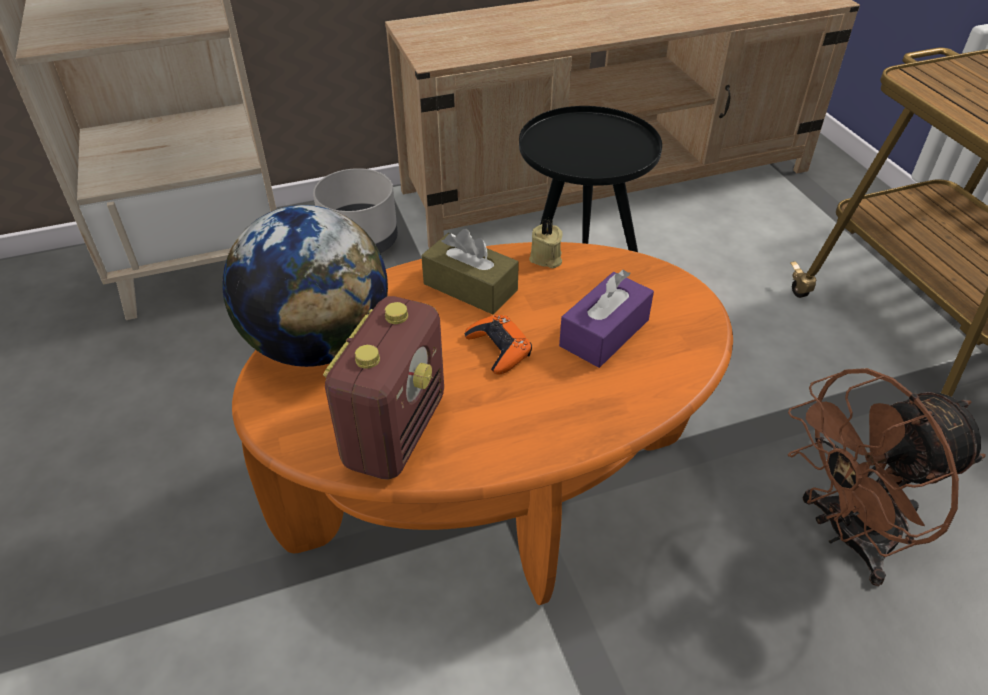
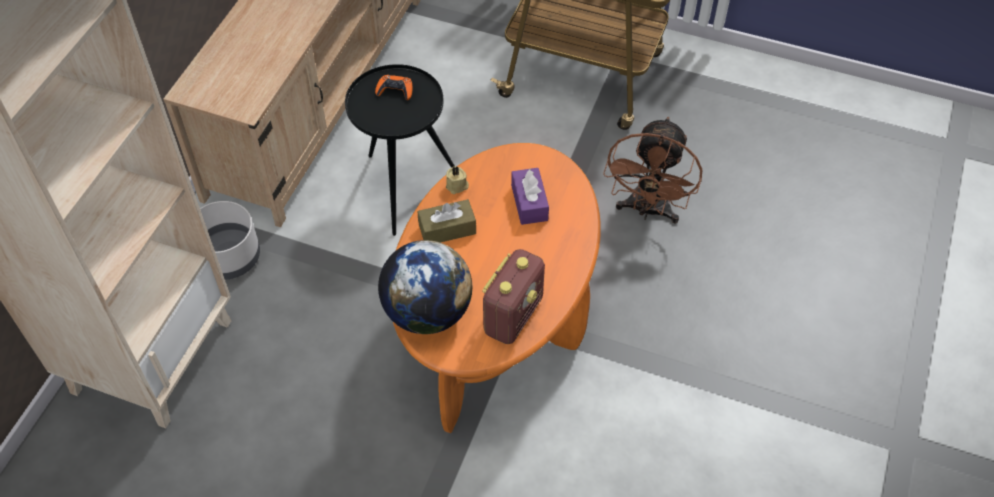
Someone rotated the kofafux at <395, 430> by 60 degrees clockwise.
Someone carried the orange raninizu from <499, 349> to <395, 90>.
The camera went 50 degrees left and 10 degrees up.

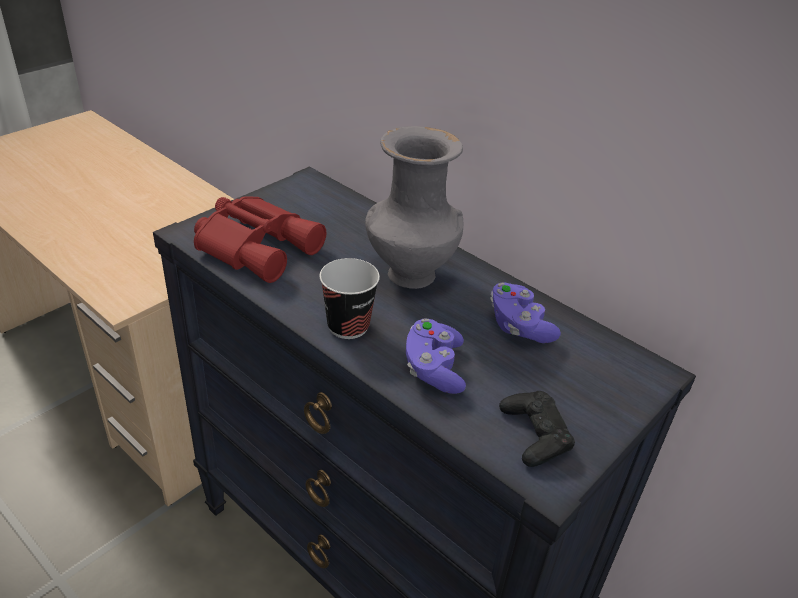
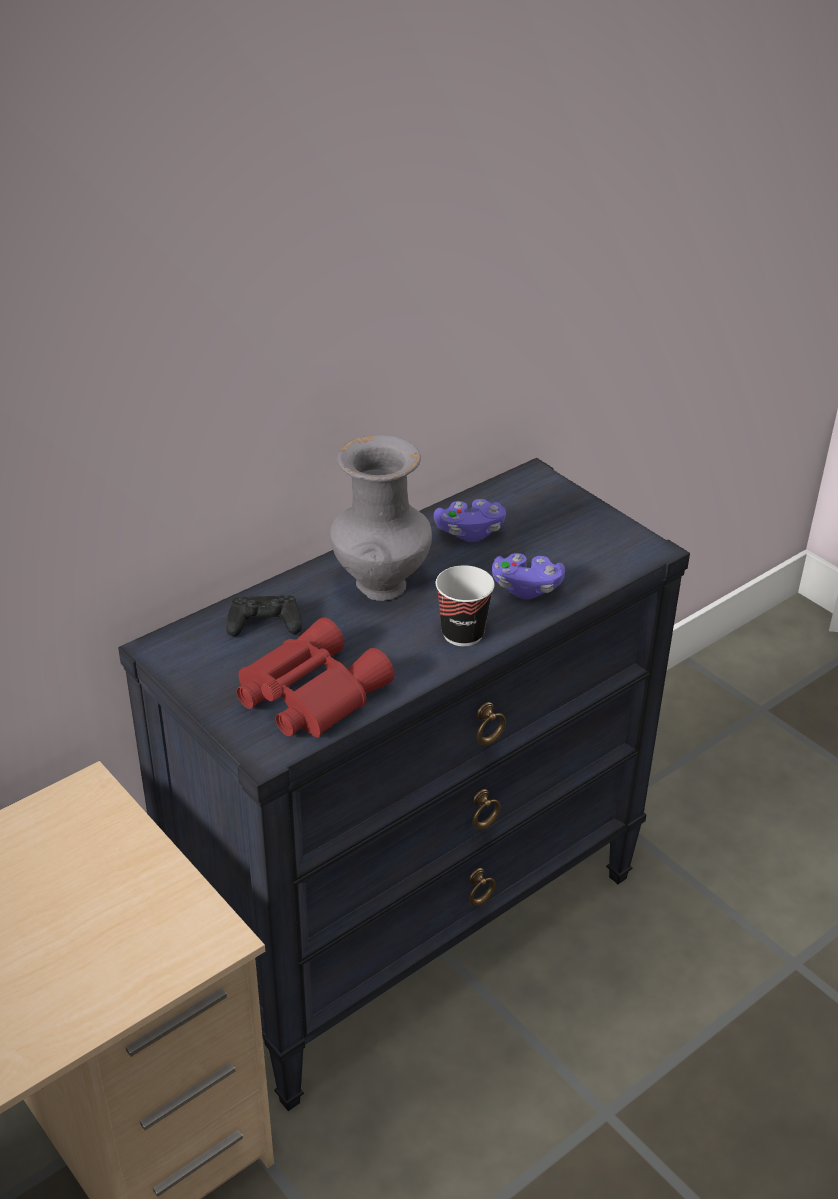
Someone carried the black raninizu from <535, 434> to <264, 623>.
The camera went 80 degrees left and 0 degrees up.

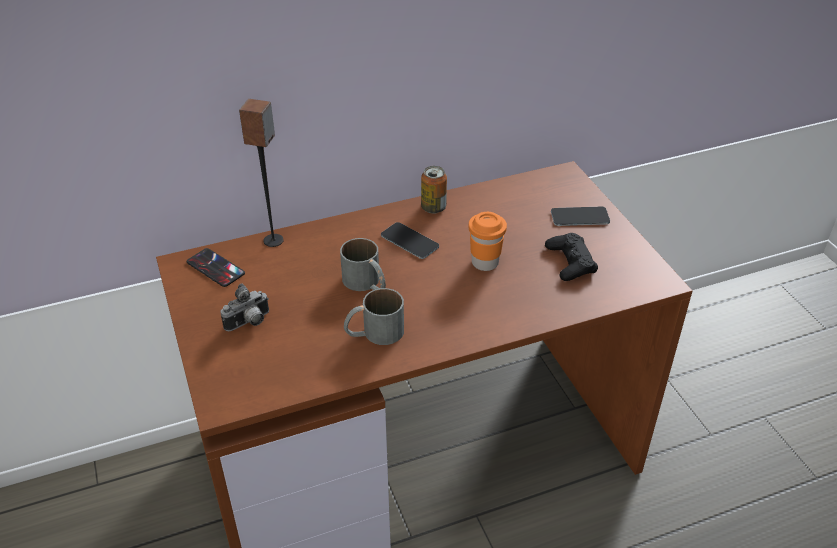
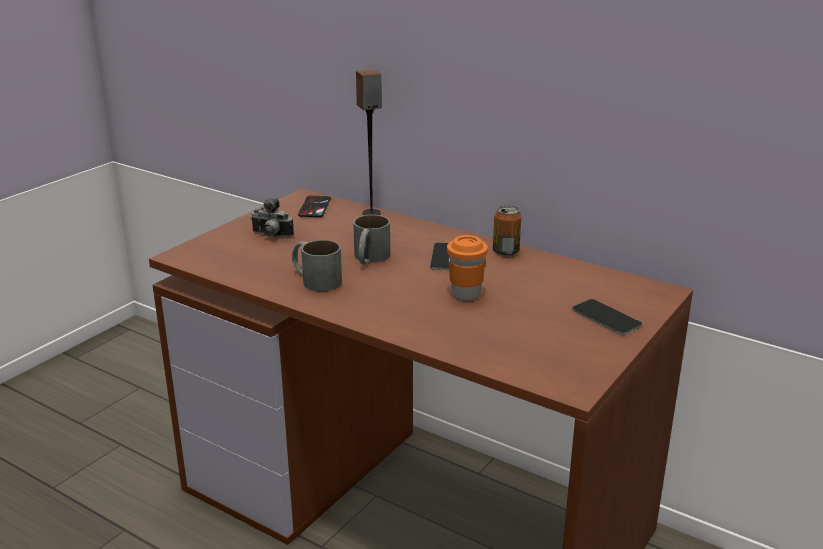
Someone took away the black raninizu at <570, 262>.
The camera went 55 degrees right and 15 degrees down.

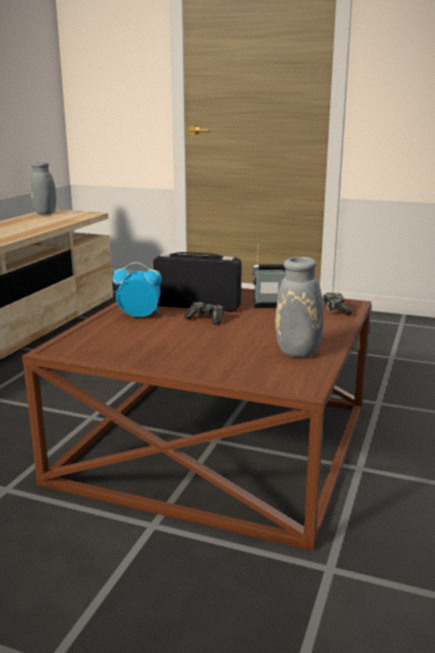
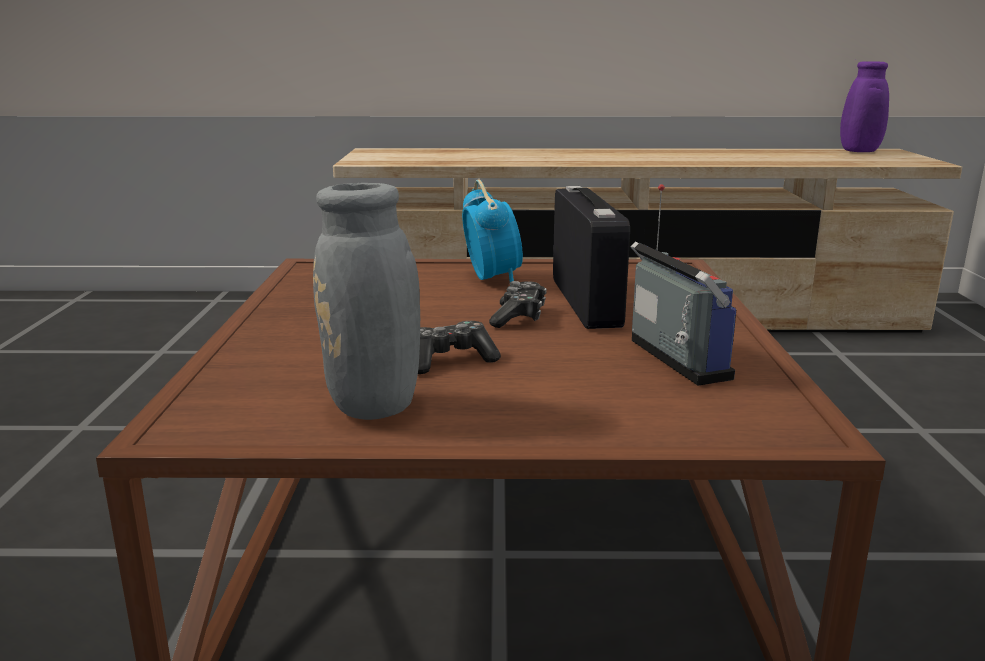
Someone repainted the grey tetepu at <45, 214>, which became the purple tetepu at <857, 152>.
Someone carried the raninizu from <335, 310> to <449, 360>.
The camera went 70 degrees right and 0 degrees up.

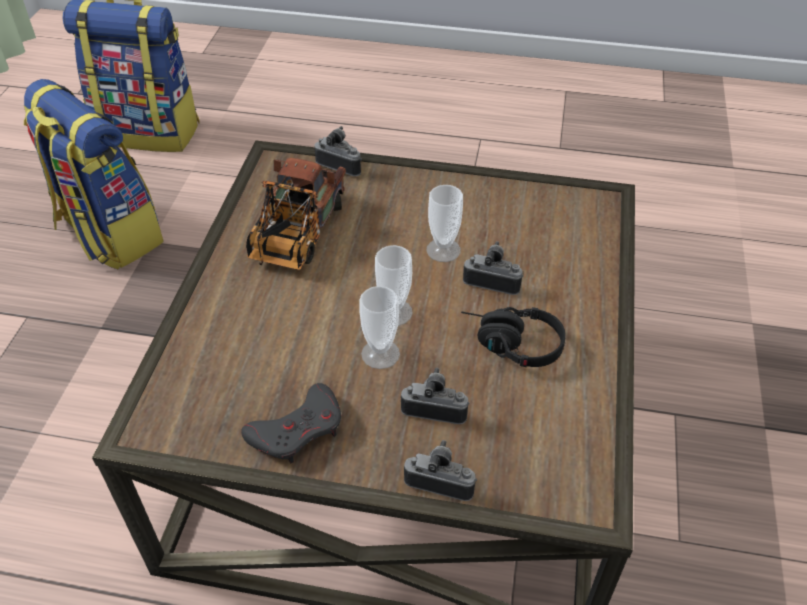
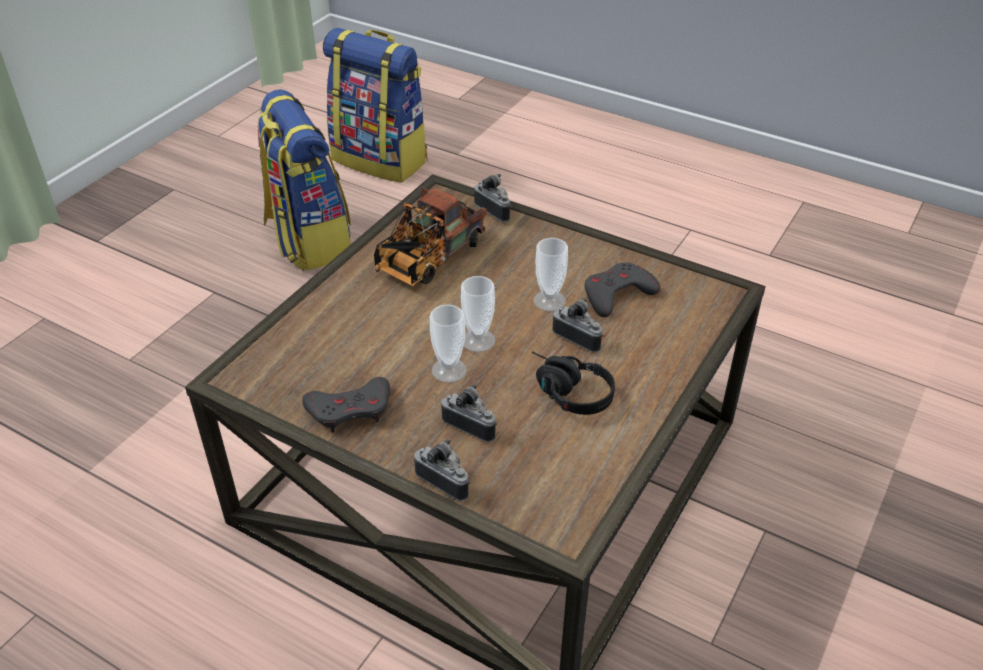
Someone put down the grey raninizu at <617, 294>.
The camera went 20 degrees right and 5 degrees down.

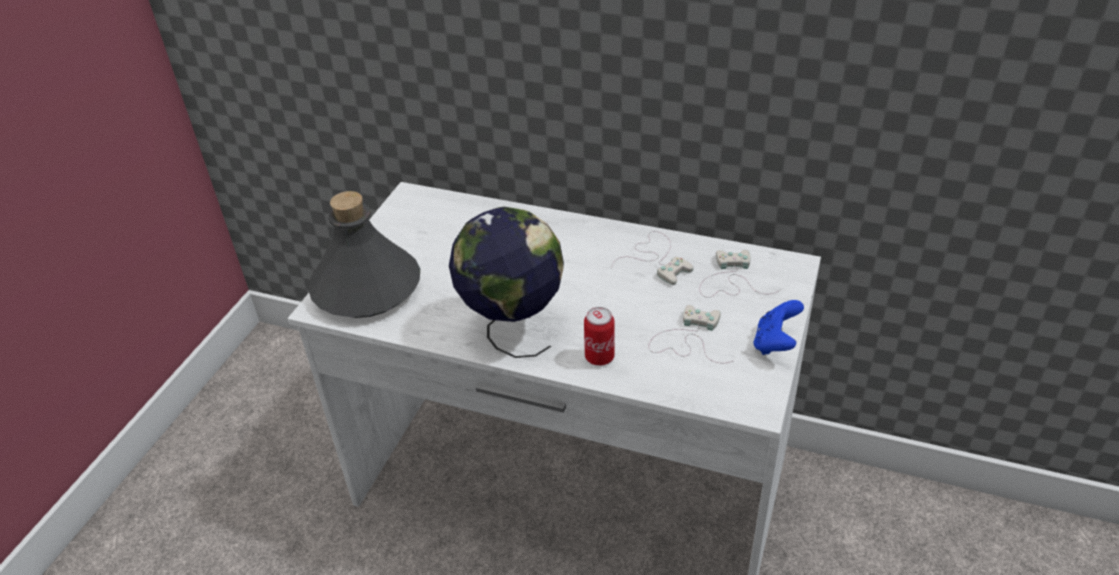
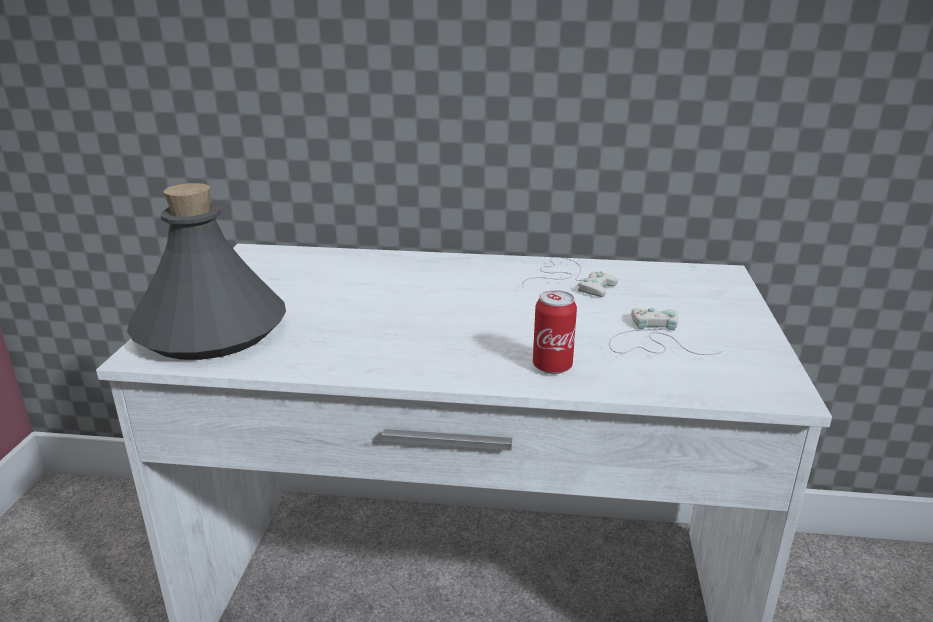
Someone took away the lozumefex at <513, 328>.
Someone took away the white raninizu at <730, 280>.
Someone took away the blue raninizu at <775, 343>.
The camera went 15 degrees left and 15 degrees down.

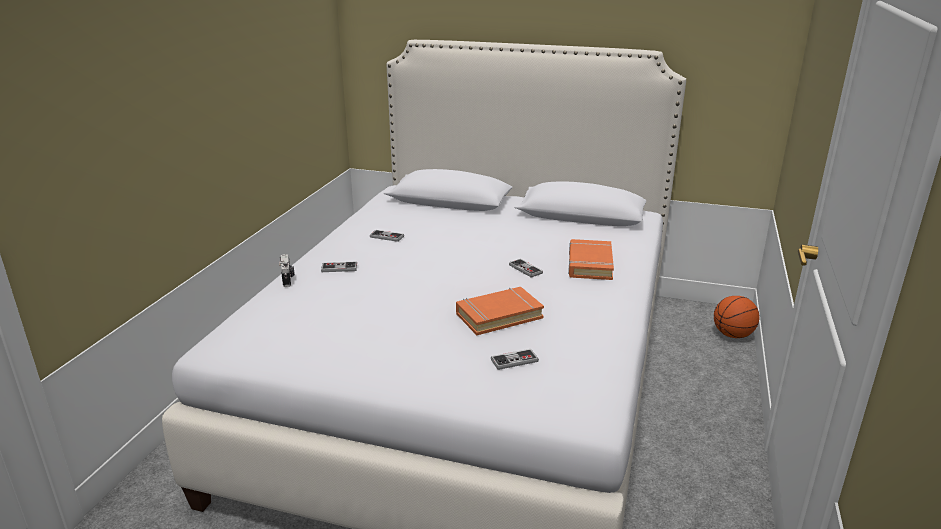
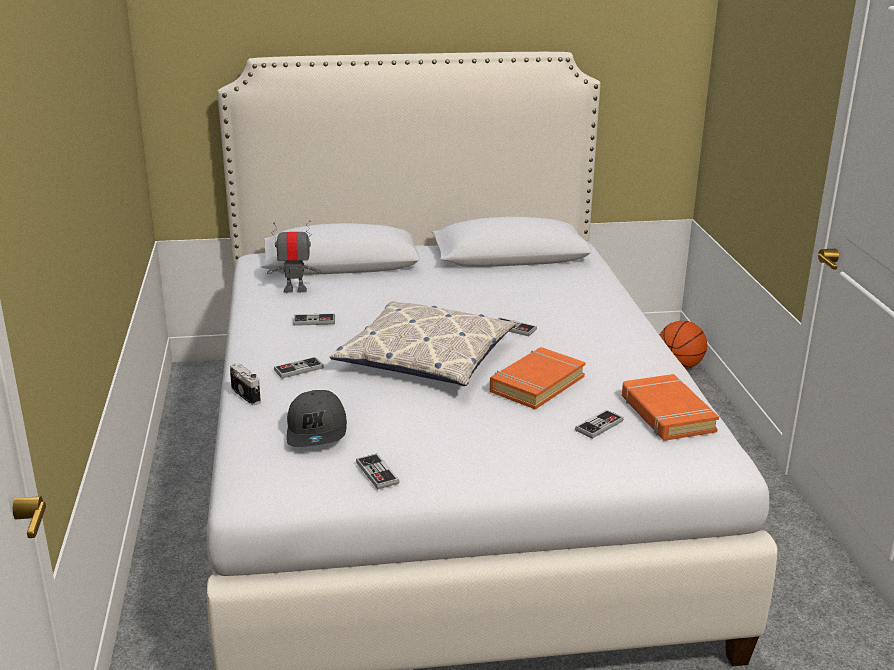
Someone carried the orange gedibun from <589, 264> to <666, 414>.
Someone put down the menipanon at <295, 289>.
Someone put down the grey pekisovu at <317, 431>.
Someone put down the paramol at <425, 357>.
Someone put down the raninizu at <377, 473>.
The camera went 25 degrees left and 0 degrees up.

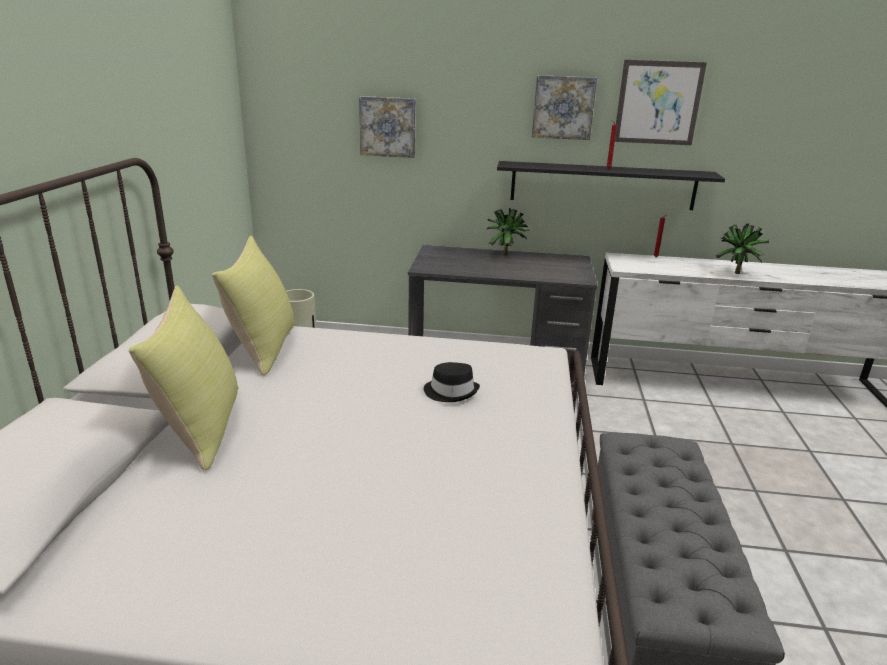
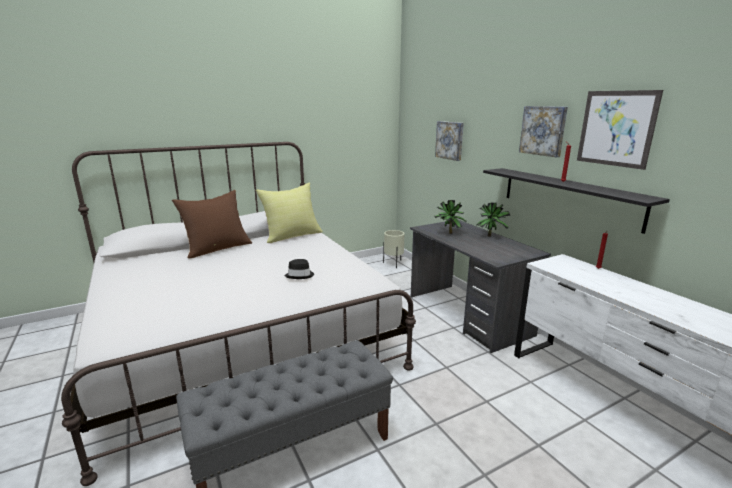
Someone repainted the yellow paramol at <201, 427>, which became the brown paramol at <217, 248>.
Someone carried the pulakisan from <736, 274> to <448, 233>.
The camera went 55 degrees right and 5 degrees down.

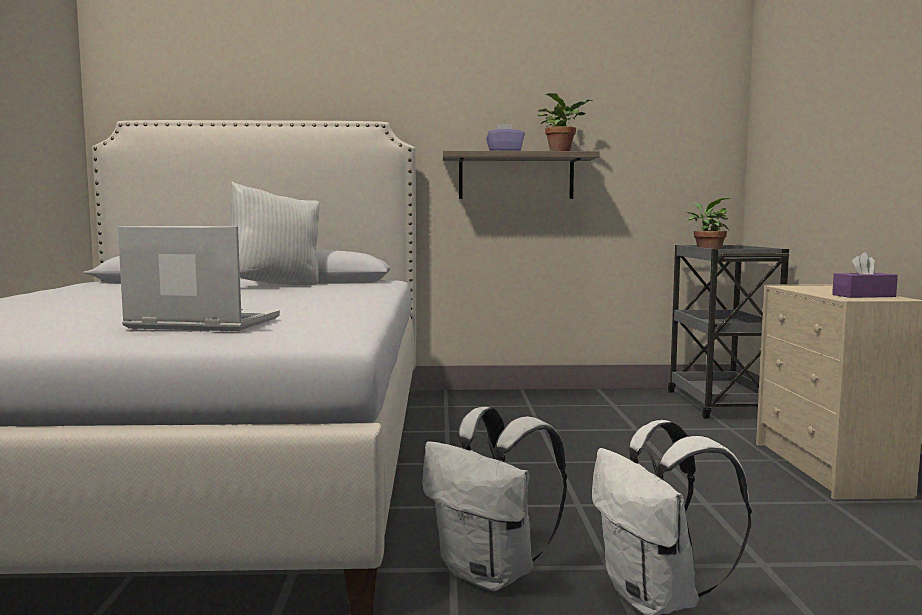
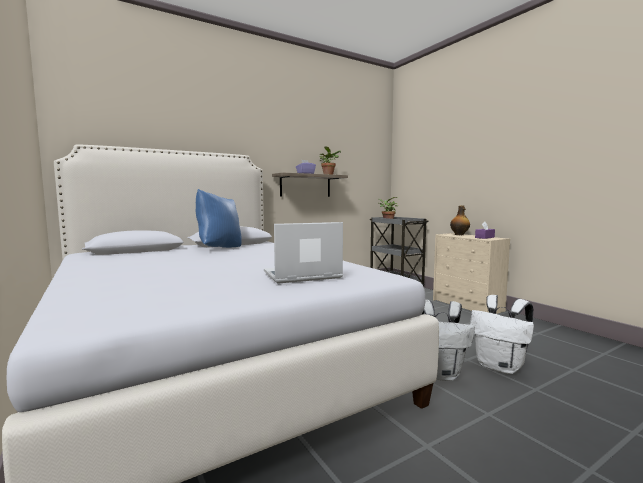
Someone repainted the white paramol at <276, 285>, which became the blue paramol at <219, 248>.
Someone put down the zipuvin at <459, 235>.
The camera went 30 degrees left and 0 degrees up.

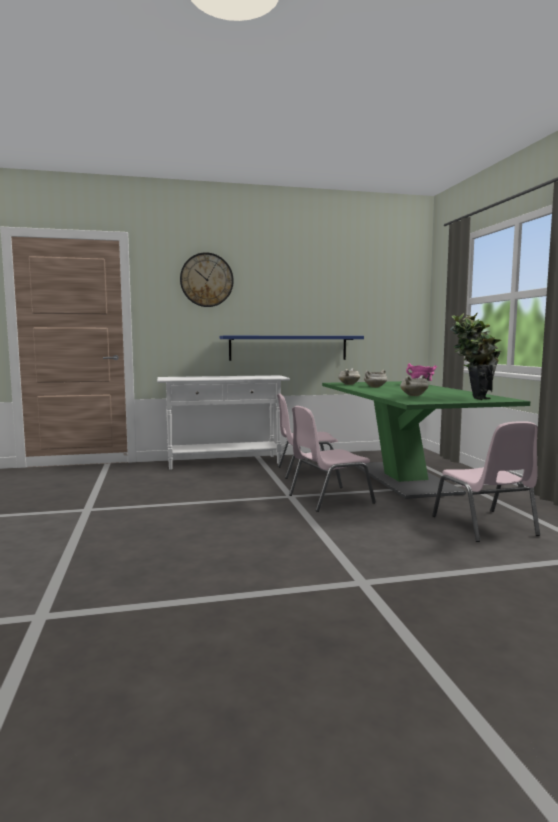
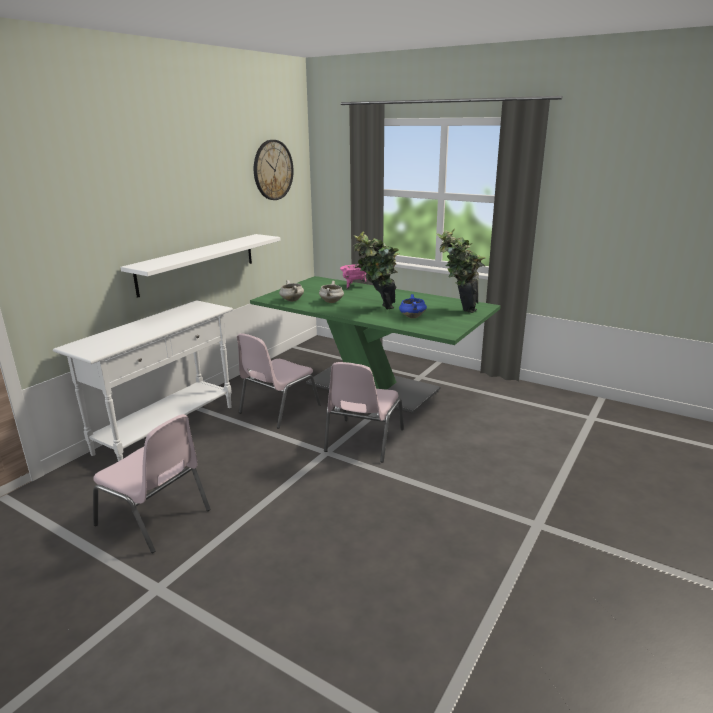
Someone carried the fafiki from <206, 280> to <273, 170>.
Someone repainted the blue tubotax at <288, 348>, which became the white tubotax at <198, 263>.
Someone repainted the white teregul at <413, 396>, which became the blue teregul at <412, 317>.
Someone carried the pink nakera from <485, 526> to <155, 518>.
Someone put down the pulakisan at <377, 310>.
The camera went 45 degrees left and 15 degrees up.

